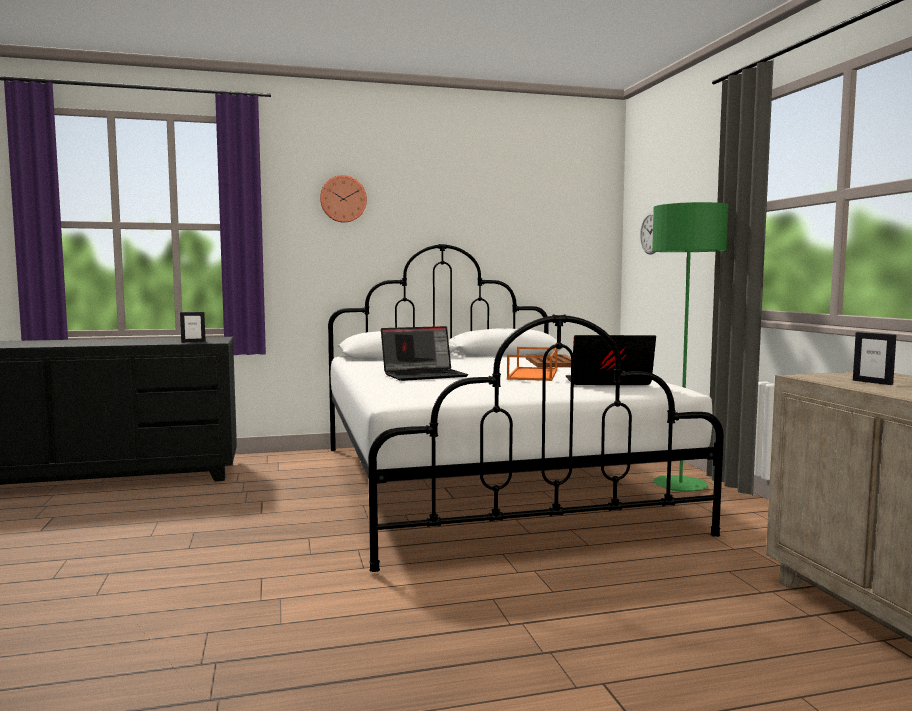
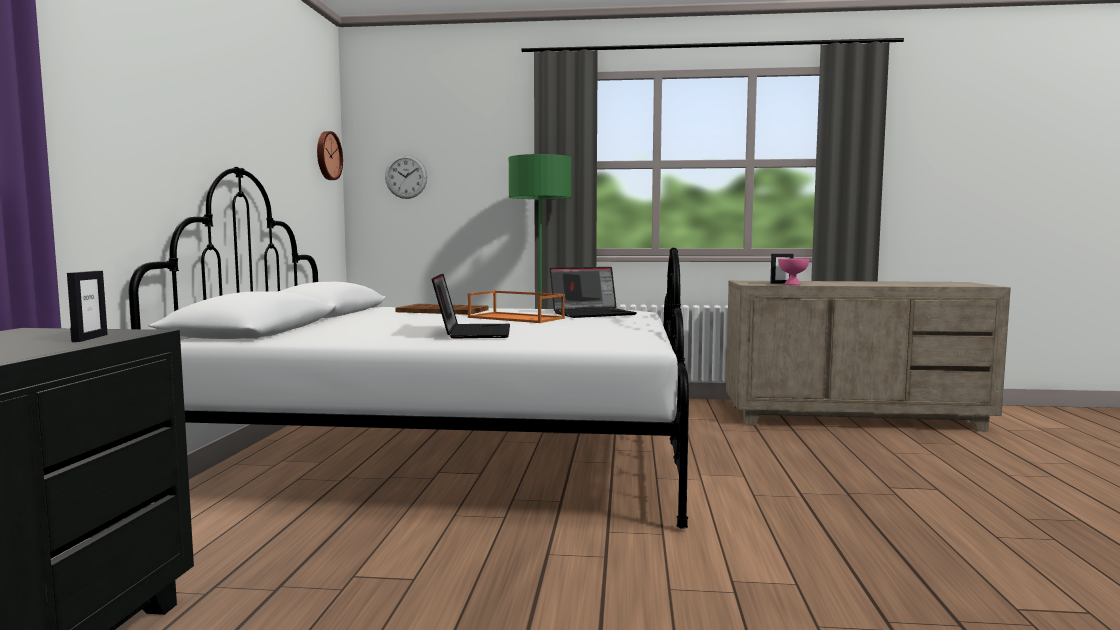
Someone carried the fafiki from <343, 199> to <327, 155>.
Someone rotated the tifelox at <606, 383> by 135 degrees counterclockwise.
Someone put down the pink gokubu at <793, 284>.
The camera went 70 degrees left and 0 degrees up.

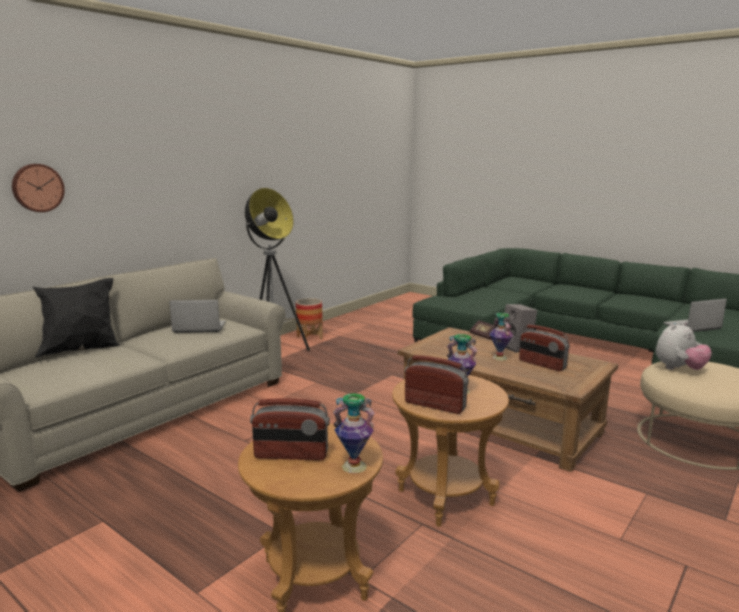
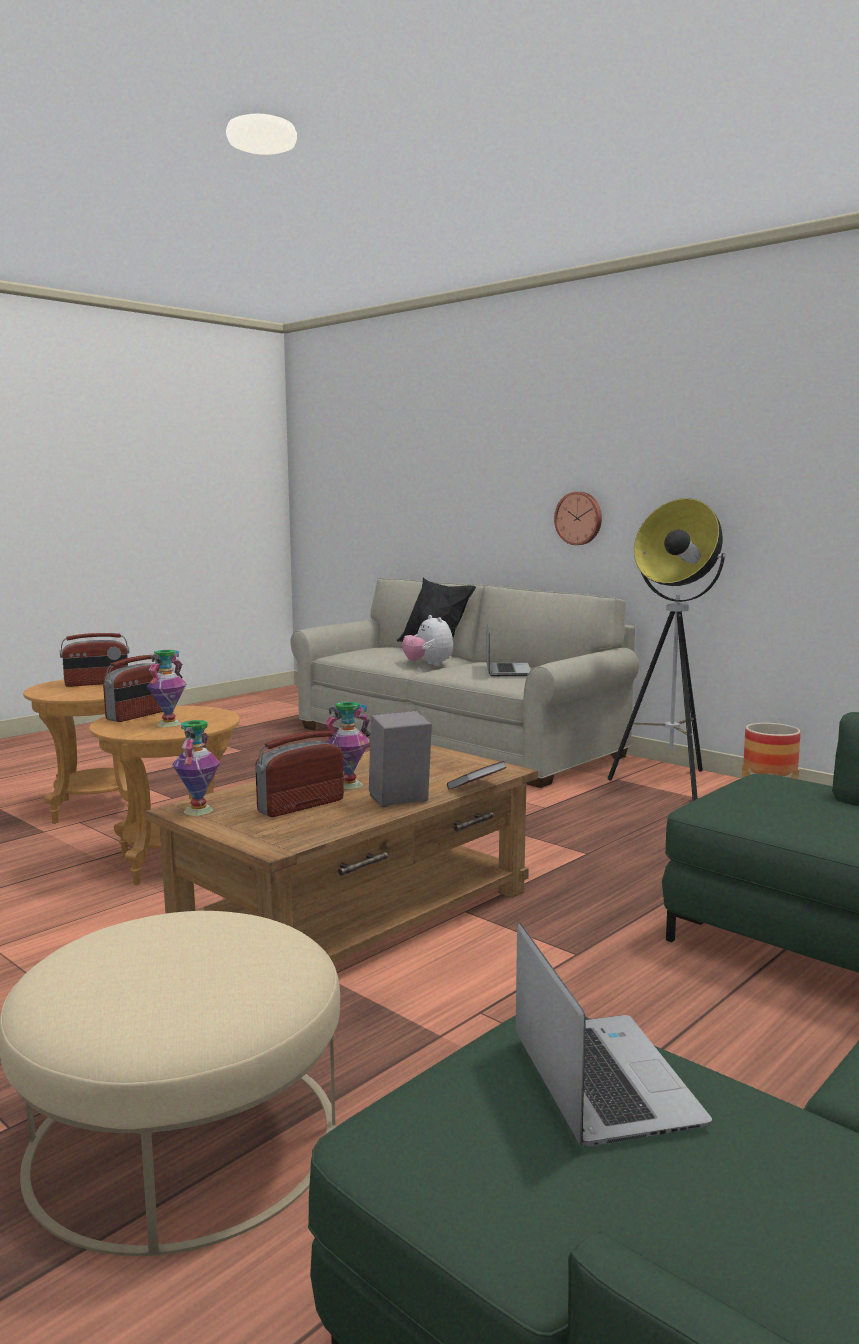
Someone carried the fafiki from <37, 188> to <579, 518>.
Someone rotated the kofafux at <291, 455> by 120 degrees counterclockwise.
Someone carried the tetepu from <354, 467> to <198, 810>.
Someone carried the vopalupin from <679, 369> to <428, 665>.
The camera went 95 degrees right and 5 degrees down.

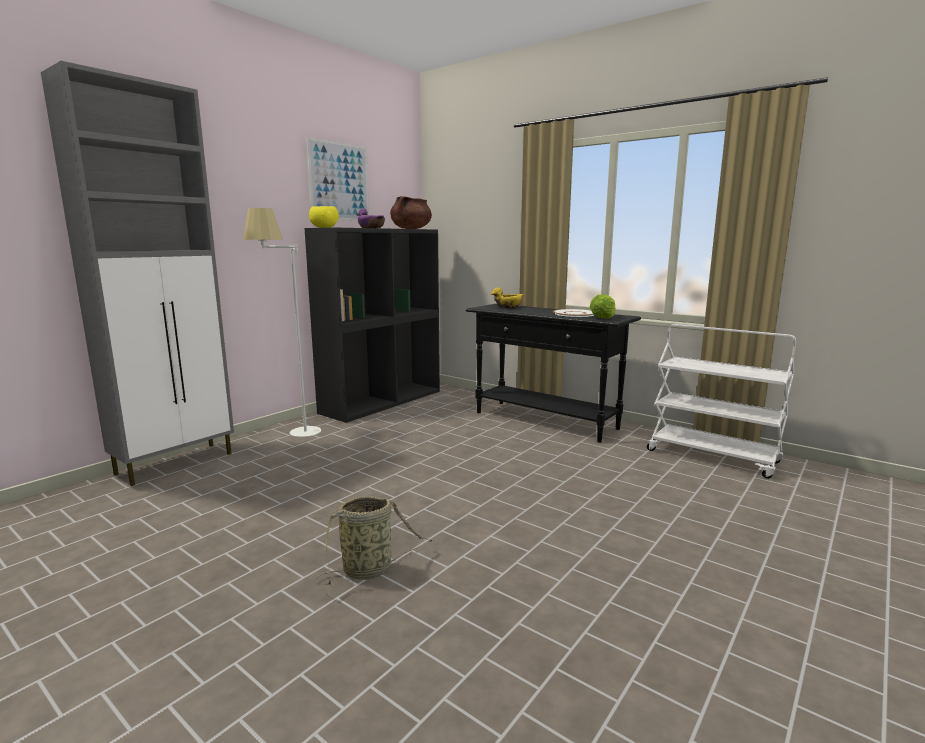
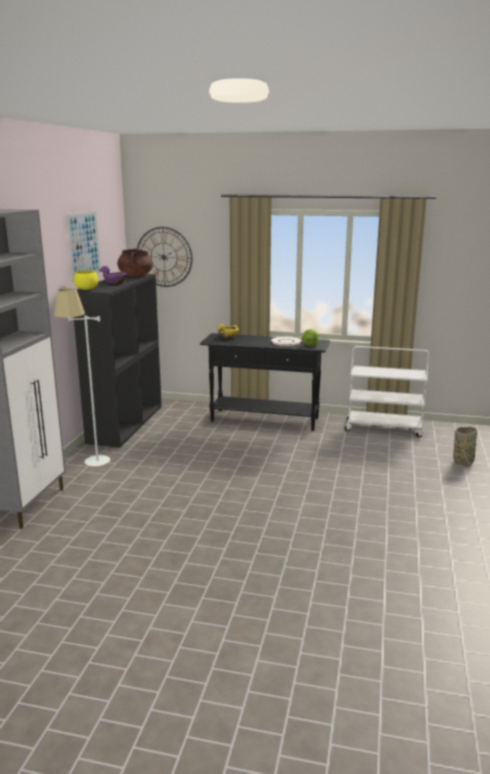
Someone carried the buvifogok from <371, 569> to <463, 461>.
Someone put up the fafiki at <164, 257>.
The camera went 25 degrees left and 5 degrees up.

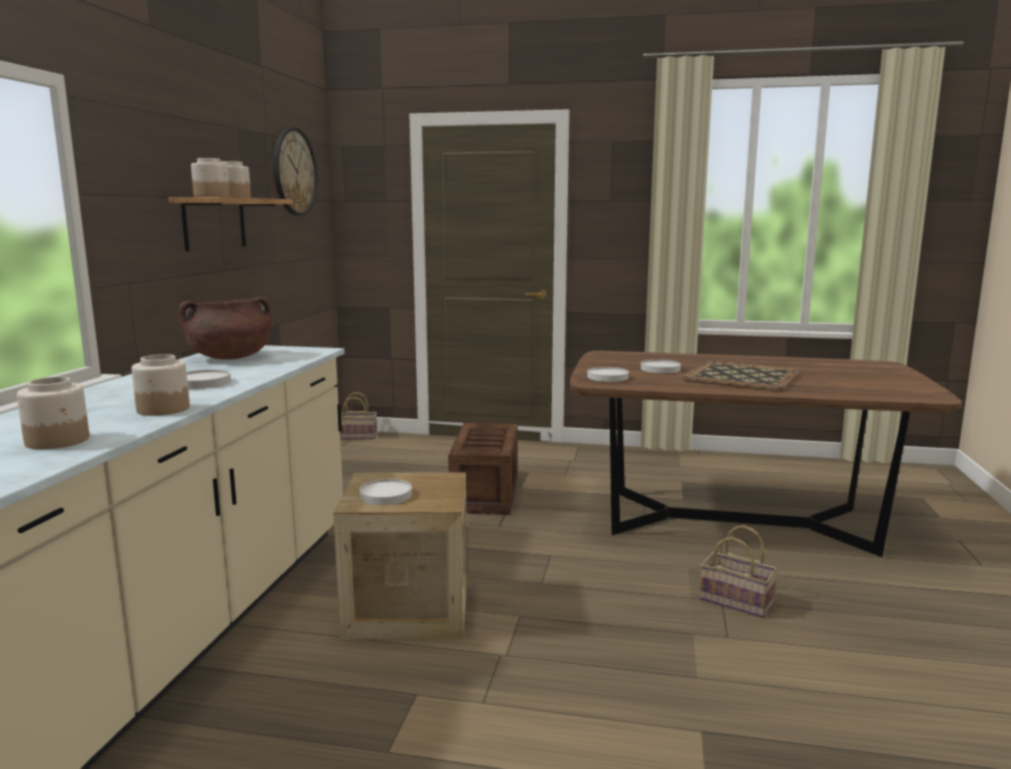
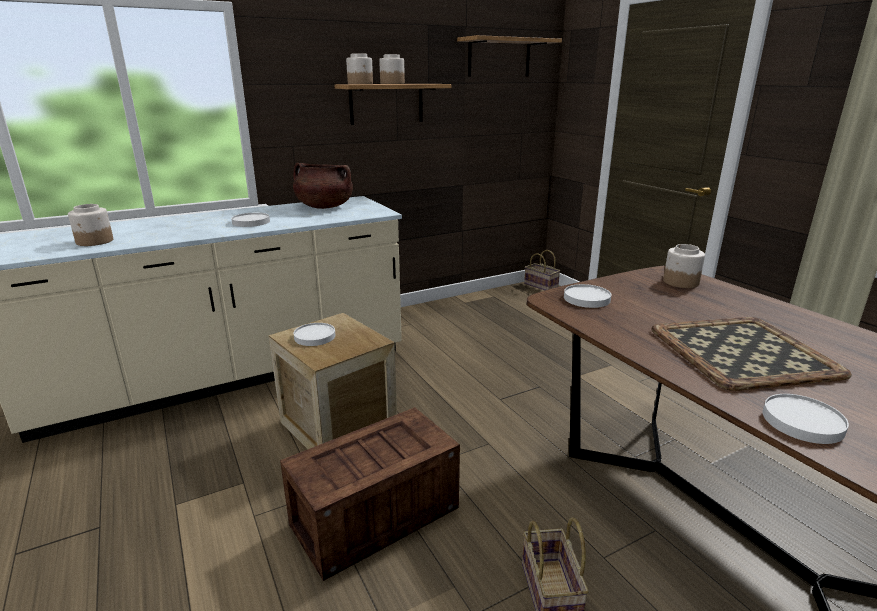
Someone carried the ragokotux from <162, 409> to <680, 282>.
Someone swapped the fafiki at <294, 172> for the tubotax at <499, 57>.
Someone carried the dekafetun from <485, 492> to <377, 514>.
Someone carried the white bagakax from <660, 369> to <802, 422>.
The camera went 50 degrees right and 10 degrees up.

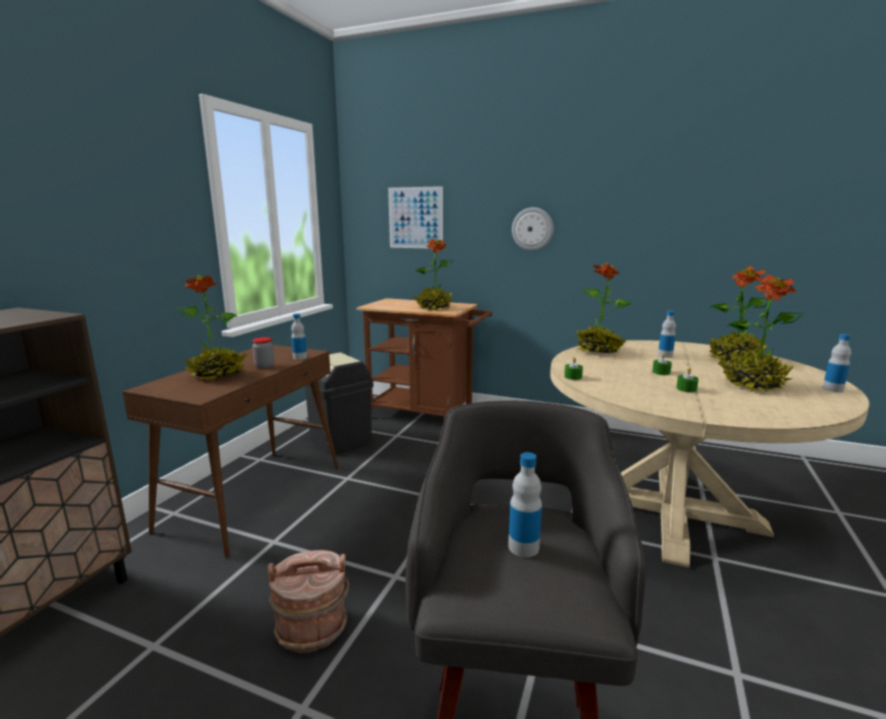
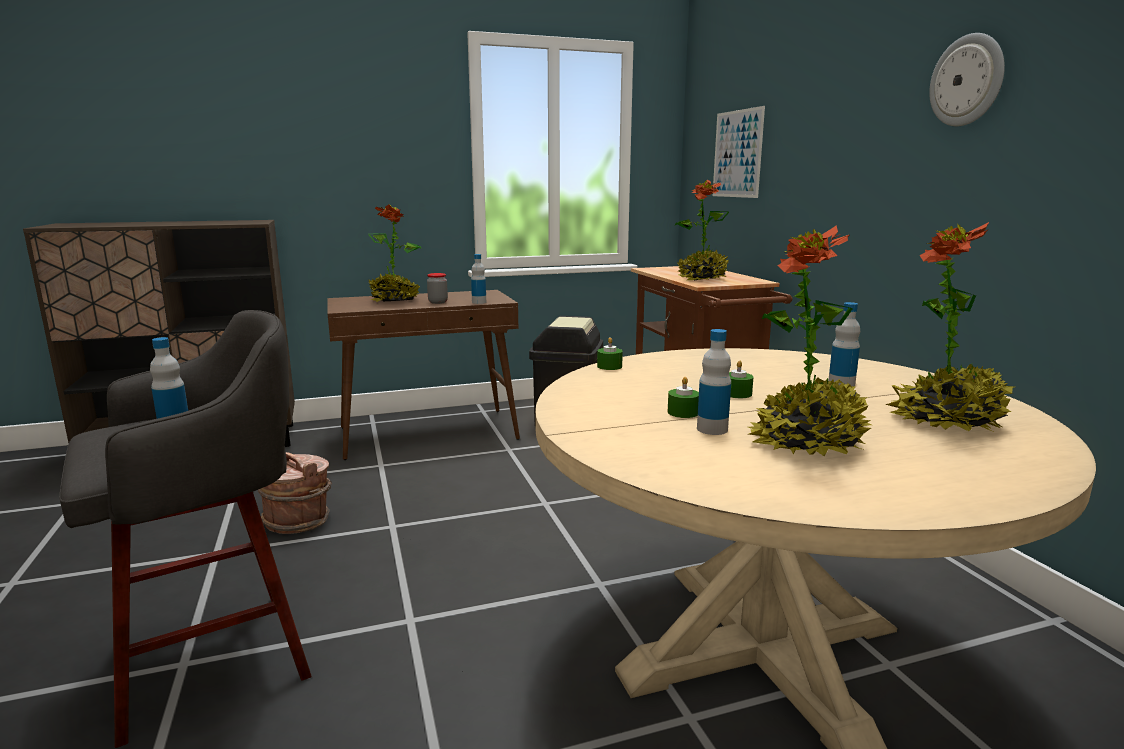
Someone carried the fafiki from <532, 229> to <967, 80>.
Someone took away the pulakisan at <598, 351>.
Someone carried the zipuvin from <833, 389> to <712, 429>.
The camera went 50 degrees right and 0 degrees up.

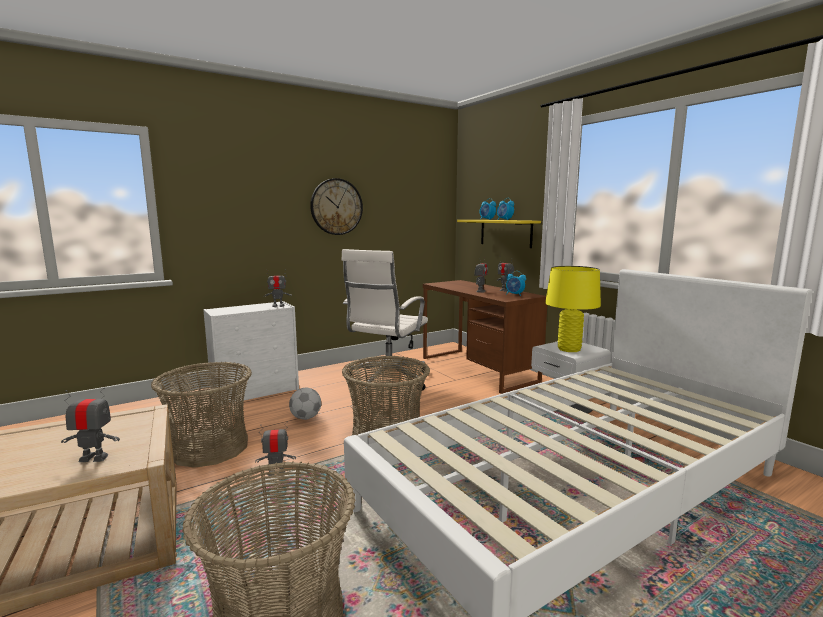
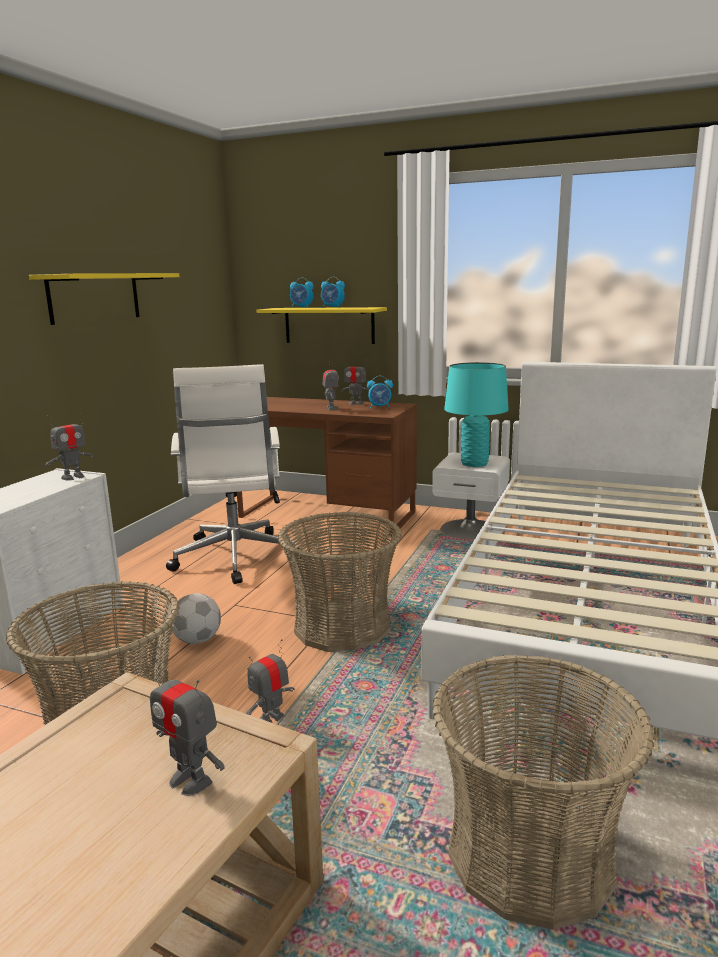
Someone rotated the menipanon at <94, 458> by 105 degrees counterclockwise.
Someone swapped the fafiki at <336, 207> for the yellow tubotax at <95, 297>.
Someone repainted the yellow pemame at <569, 349>, which became the turquoise pemame at <474, 464>.
The camera went 35 degrees left and 5 degrees up.

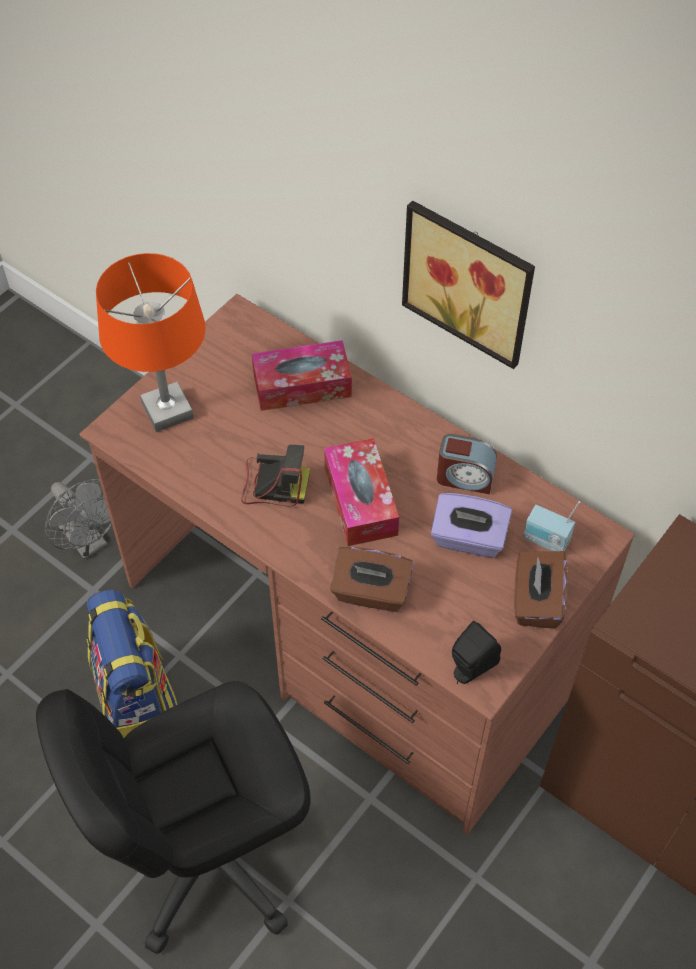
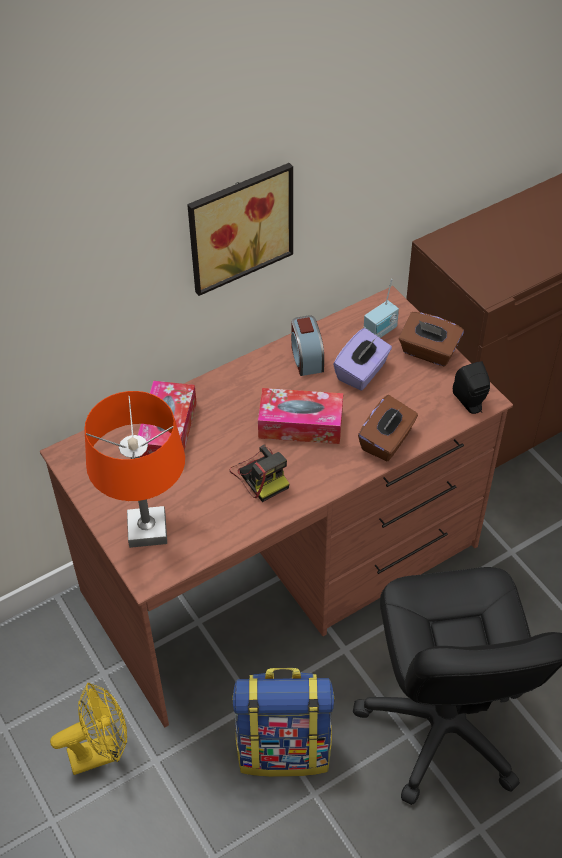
Someone repainted the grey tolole at <88, 542>, which became the yellow tolole at <101, 752>.
Someone rotated the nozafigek at <273, 484> by 120 degrees clockwise.
Someone rotated the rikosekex at <465, 477> by 135 degrees clockwise.
The camera went 70 degrees left and 5 degrees down.

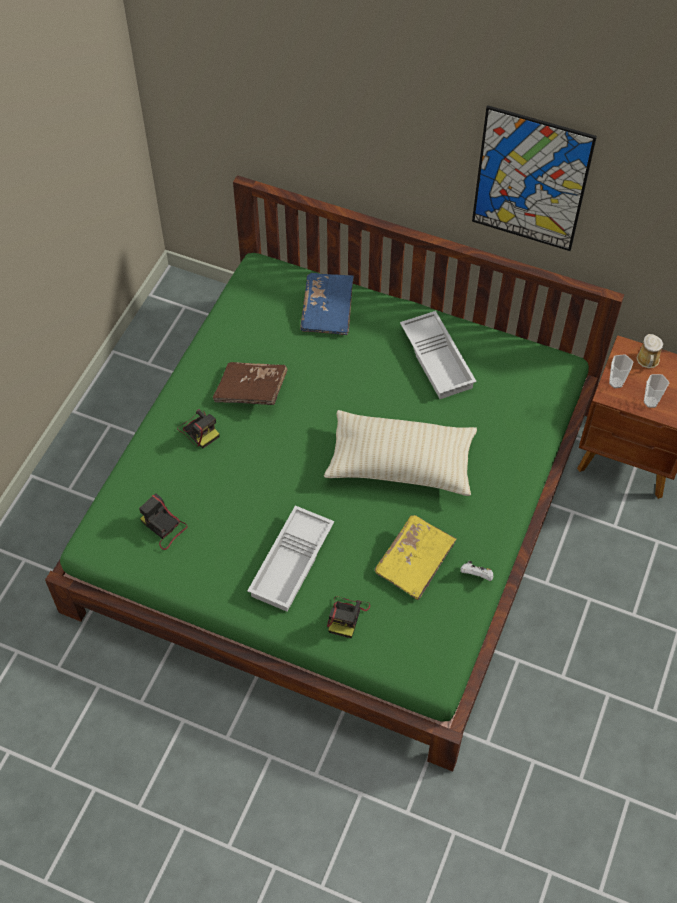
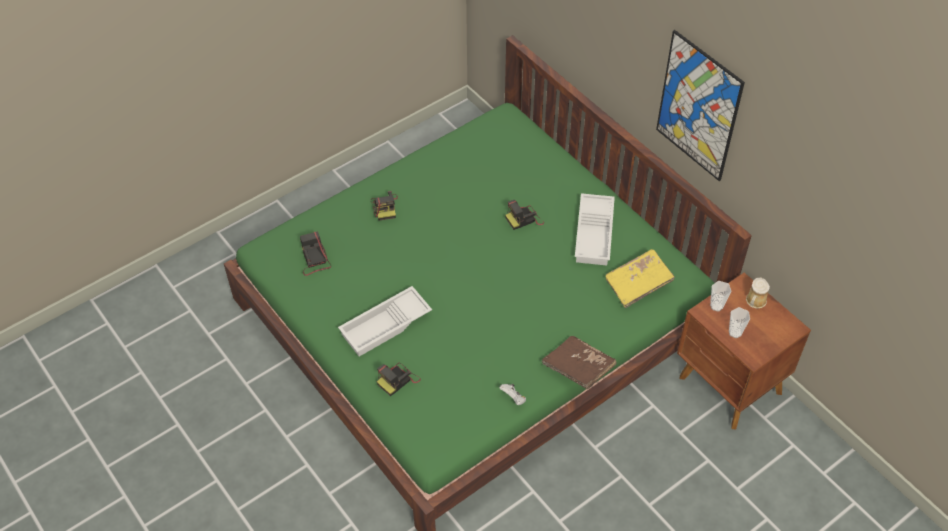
Someone carried the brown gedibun from <251, 391> to <578, 368>.
Someone took away the blue gedibun at <327, 311>.
Someone took away the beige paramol at <401, 464>.
Someone carried the yellow gedibun from <414, 562> to <638, 284>.
Someone put down the nozafigek at <524, 219>.
The camera went 30 degrees right and 5 degrees down.

